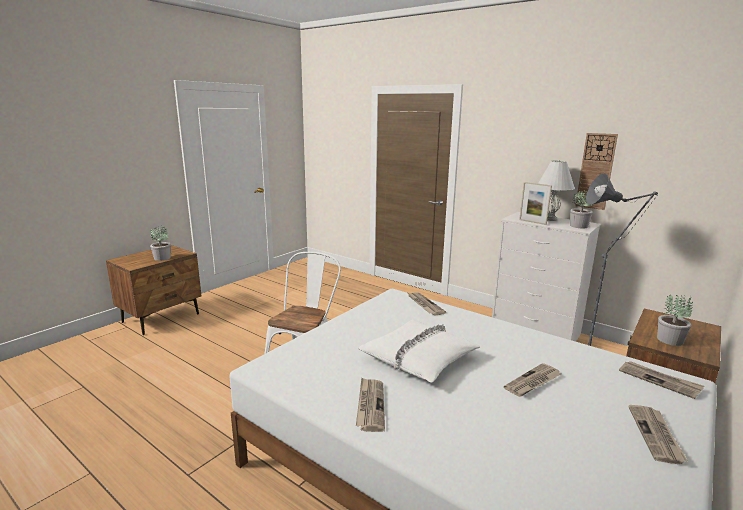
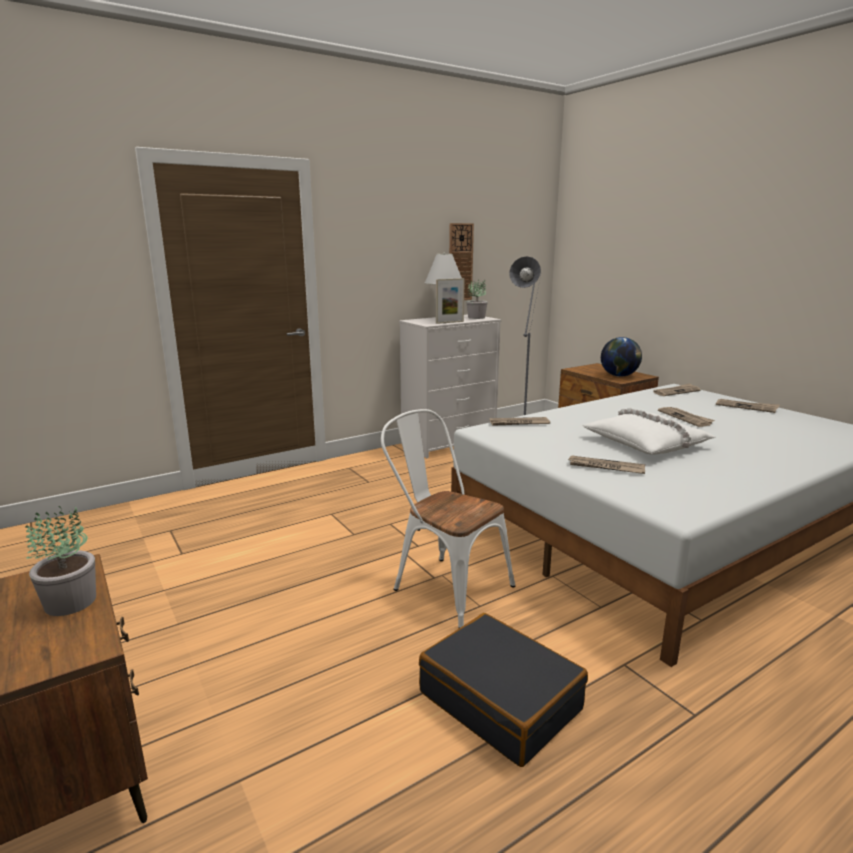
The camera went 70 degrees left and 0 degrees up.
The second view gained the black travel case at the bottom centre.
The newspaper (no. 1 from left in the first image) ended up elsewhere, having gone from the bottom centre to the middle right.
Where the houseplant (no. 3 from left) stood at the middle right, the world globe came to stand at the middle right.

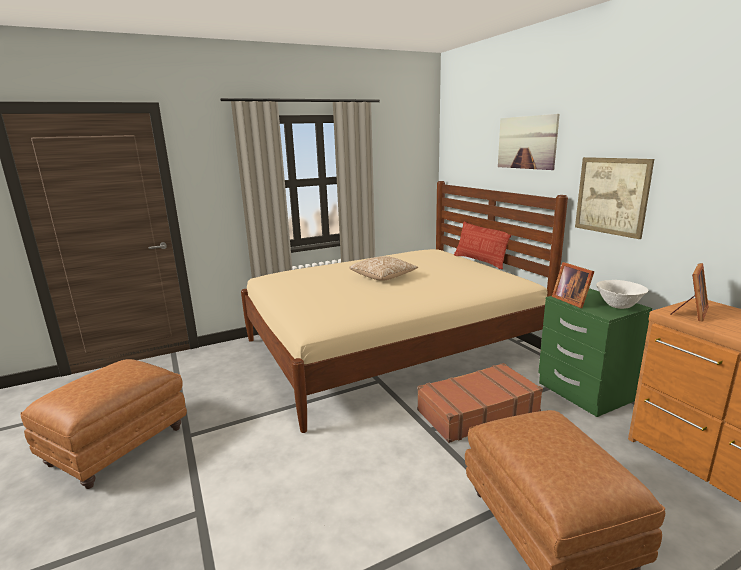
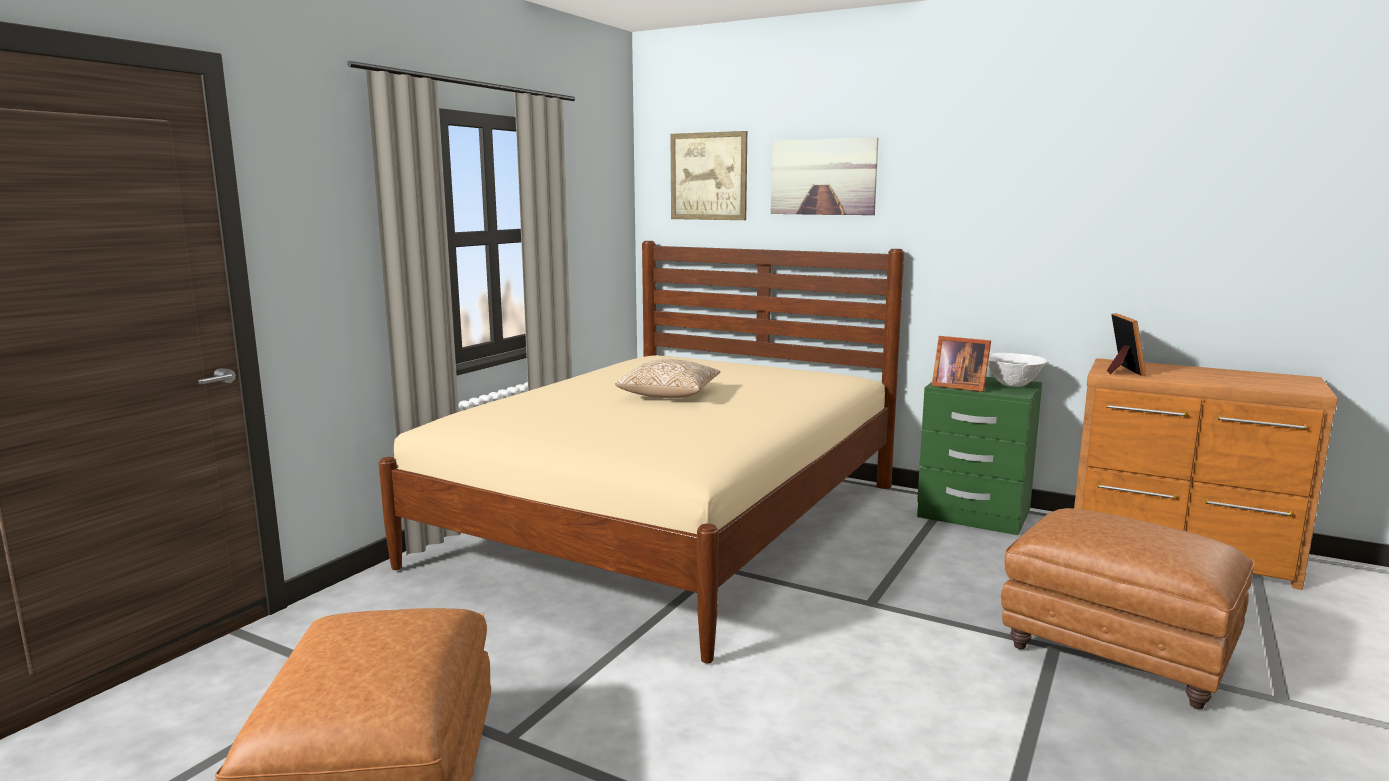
The camera went 35 degrees left and 5 degrees down.
The wall picture (no. 2 from left in the first image) ended up elsewhere, having gone from the middle right to the top centre.
The second view lost the brown travel case at the bottom centre.
The second view lost the pillow (no. 2 from left) at the centre.

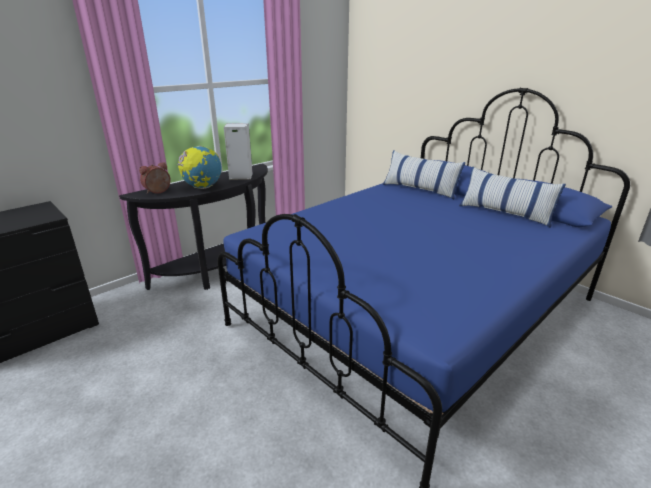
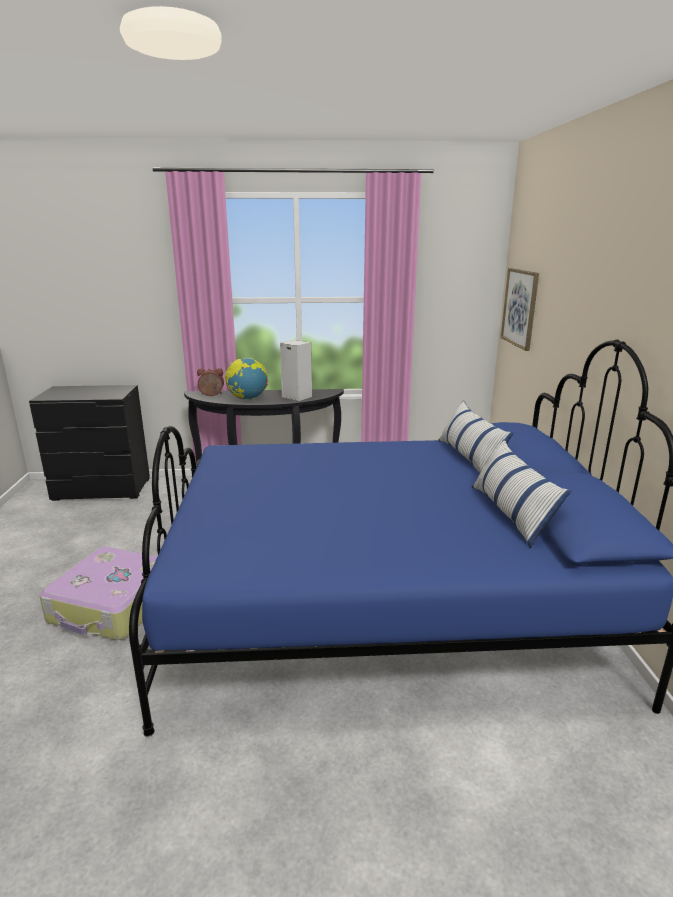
The camera went 40 degrees right and 5 degrees down.
The second view gained the travel case at the middle left.
The second view gained the wall picture at the middle right.

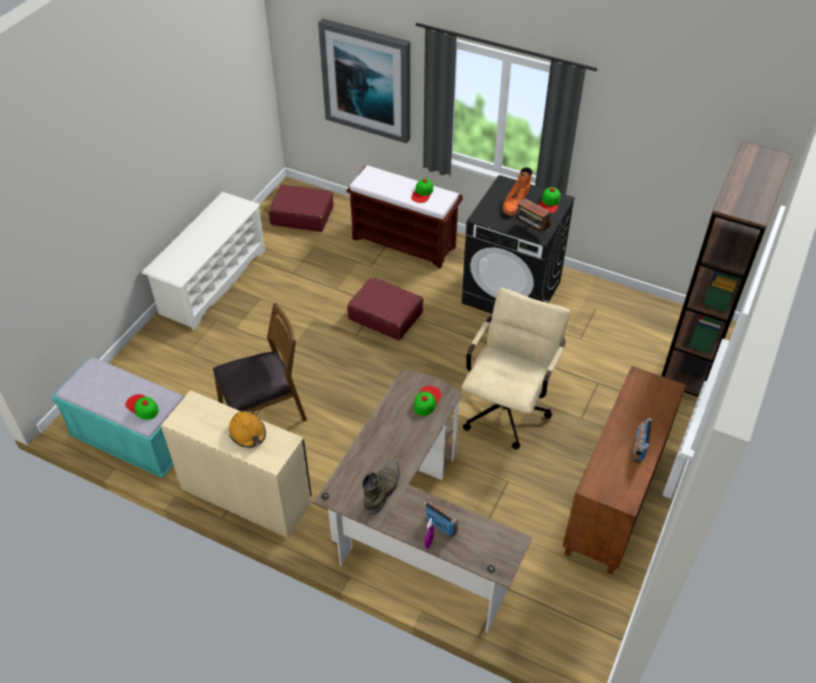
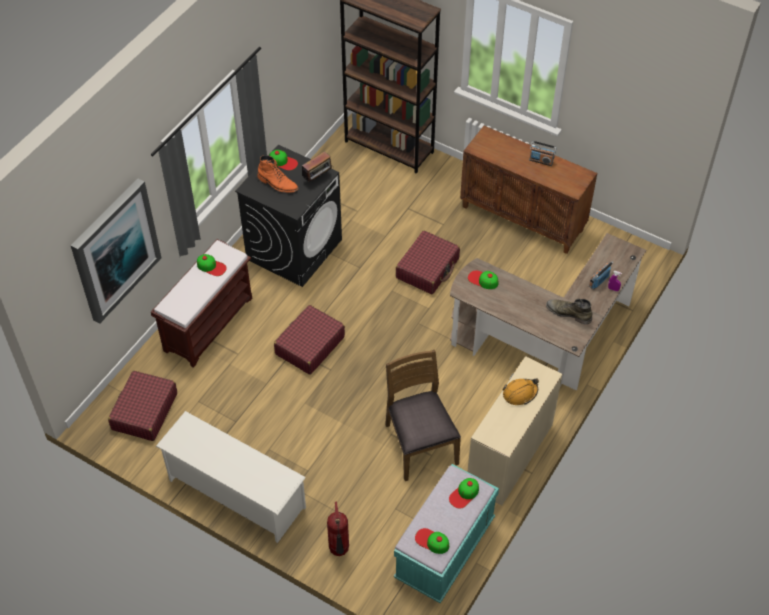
The camera went 85 degrees left and 5 degrees up.
The second view gained the extinguisher at the bottom centre.
Where the sand-coloured desk chair stood at the centre, the red-coloured travel case (no. 3 from left) came to stand at the centre.
The second view gained the baseball cap (no. 3 from left) at the bottom centre.

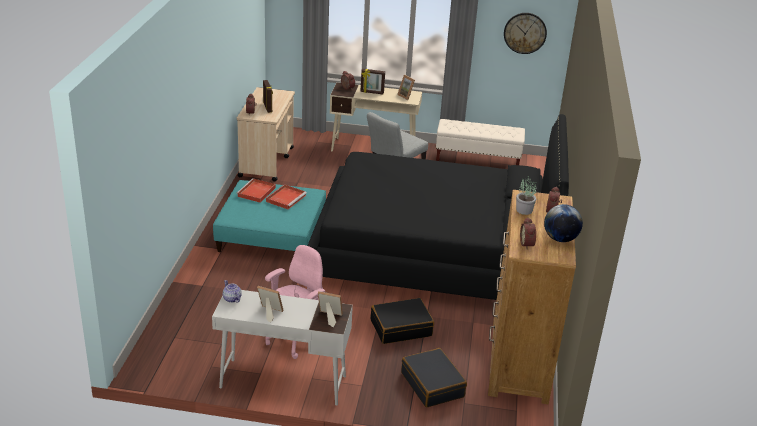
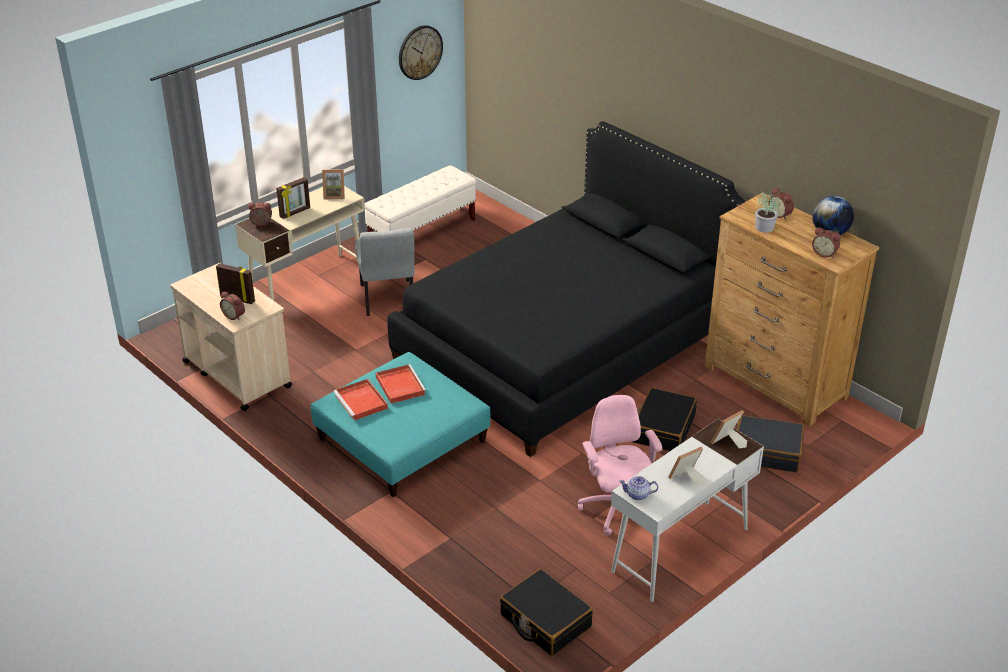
The camera went 50 degrees left and 5 degrees up.
The second view gained the black travel case (no. 1 from left) at the bottom centre.

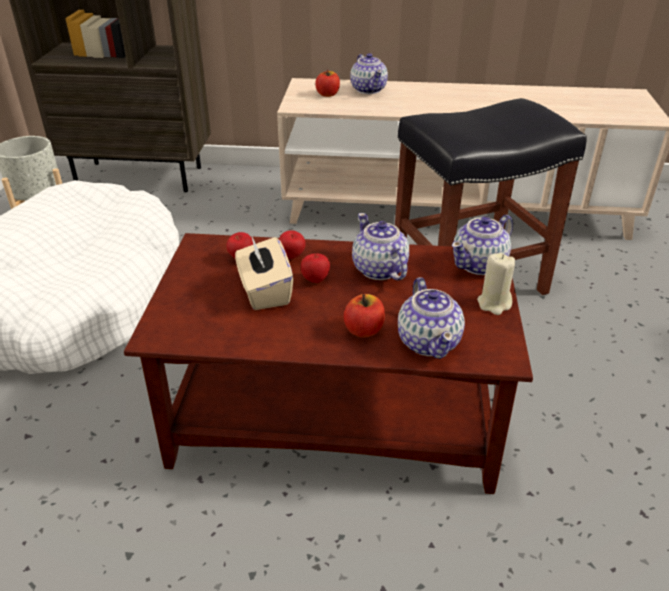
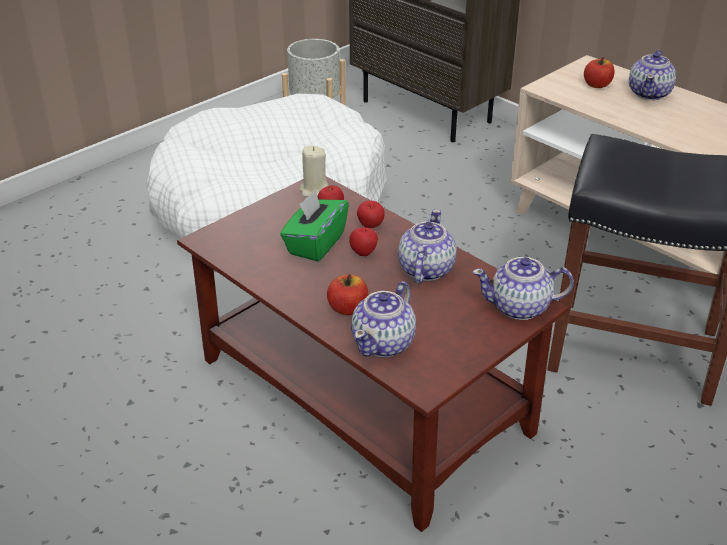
The camera went 40 degrees right and 0 degrees up.
What was the sand-coloured tissue holder at the centre turned into the green-coloured tissue holder at the centre.
The sand-coloured candle ended up elsewhere, having gone from the middle right to the top centre.

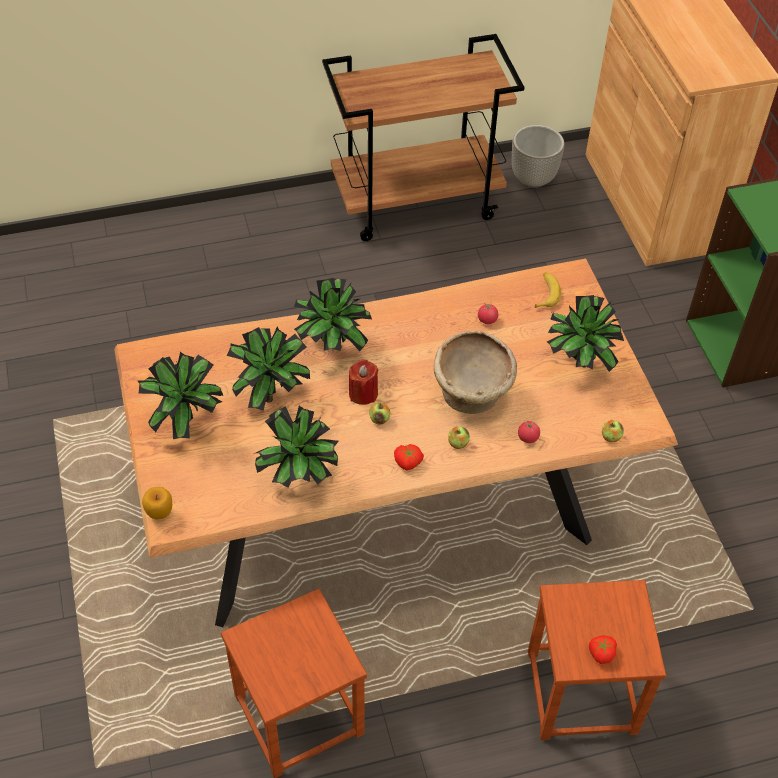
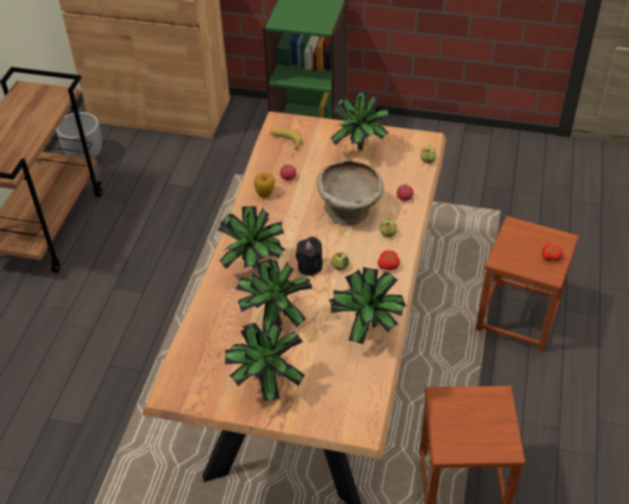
The camera went 60 degrees left and 5 degrees down.
The apple fruit (no. 1 from left) ended up elsewhere, having gone from the middle left to the centre.
What was the red-coloured candle at the centre turned into the black candle at the centre.

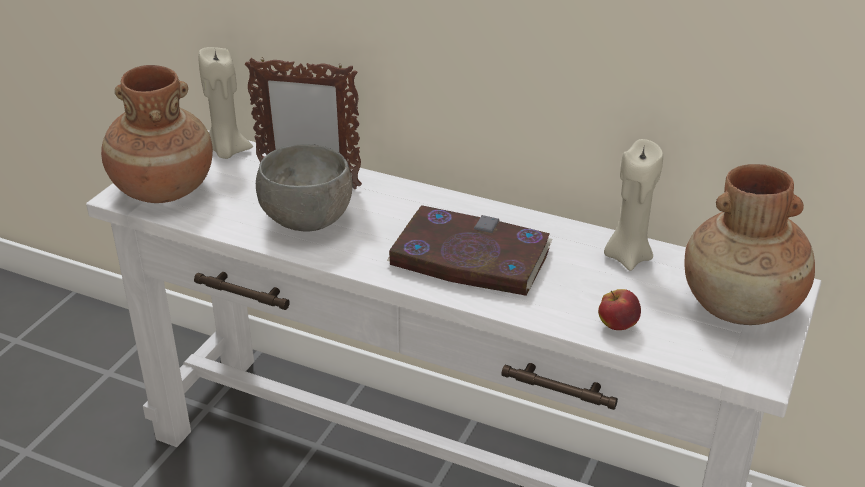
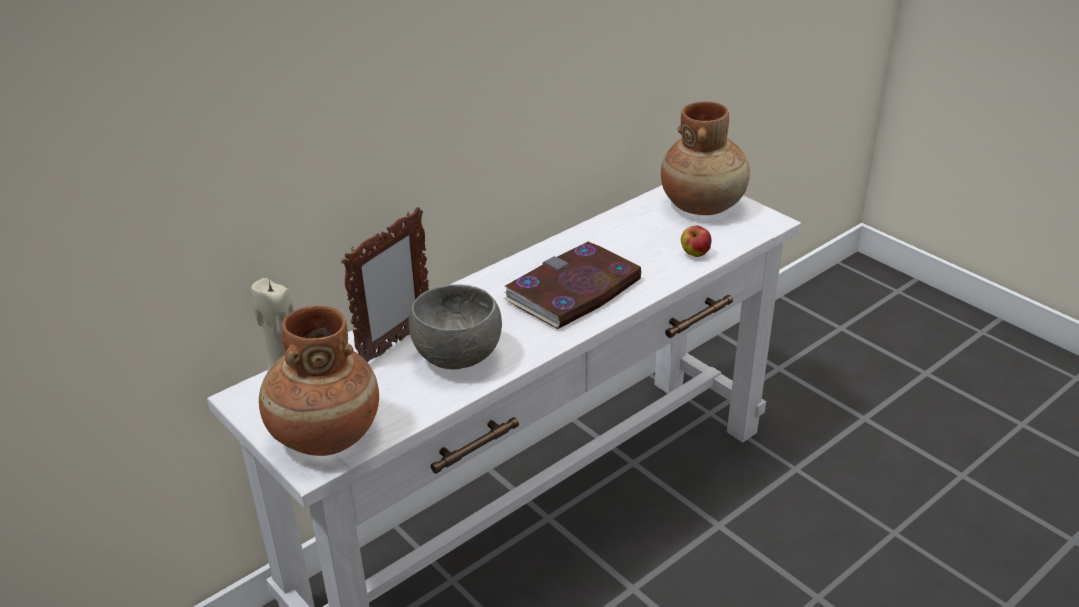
The camera went 65 degrees left and 0 degrees up.
The second view lost the sand-coloured candle (no. 2 from left) at the middle right.

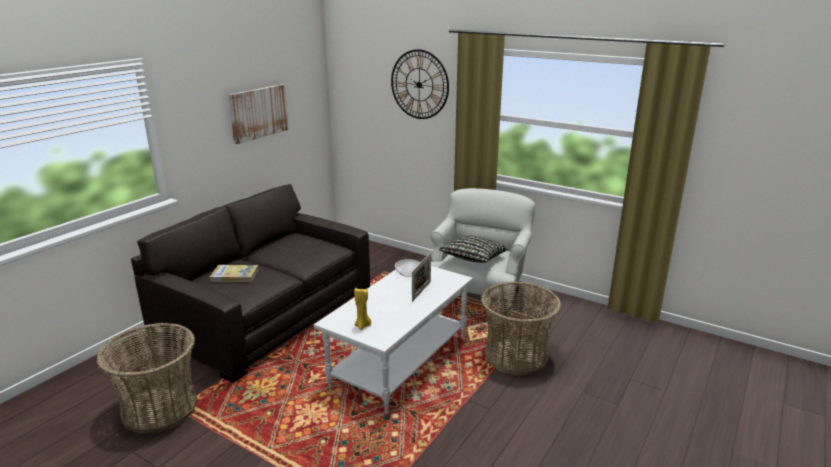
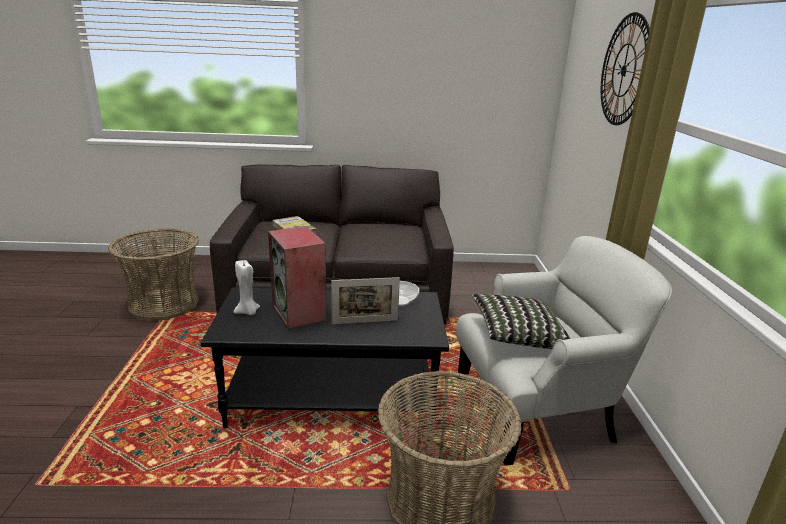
The camera went 55 degrees right and 0 degrees up.
What was the whitish coffee table at the bottom centre turned into the black coffee table at the bottom centre.
What was the yellow-coloured candle at the centre turned into the whitish candle at the middle left.
The second view gained the audio speaker at the centre.
The second view lost the wall picture at the top left.

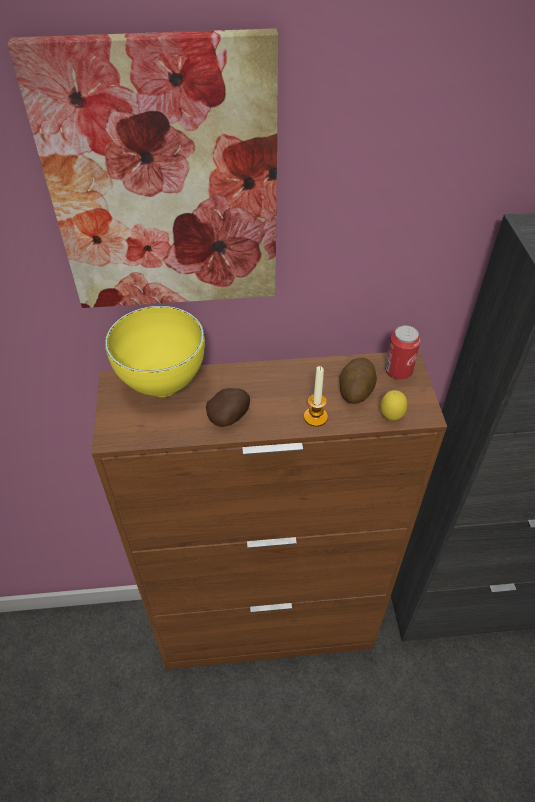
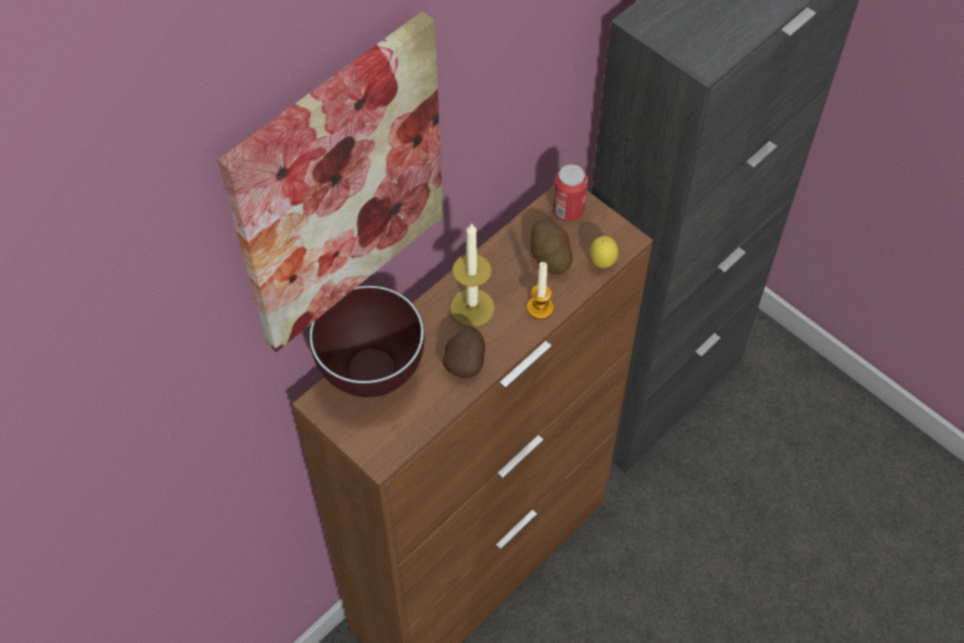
The camera went 40 degrees left and 10 degrees up.
What was the yellow-coloured serving bowl at the middle left turned into the brown serving bowl at the centre.
The second view gained the candle (no. 1 from left) at the centre.

